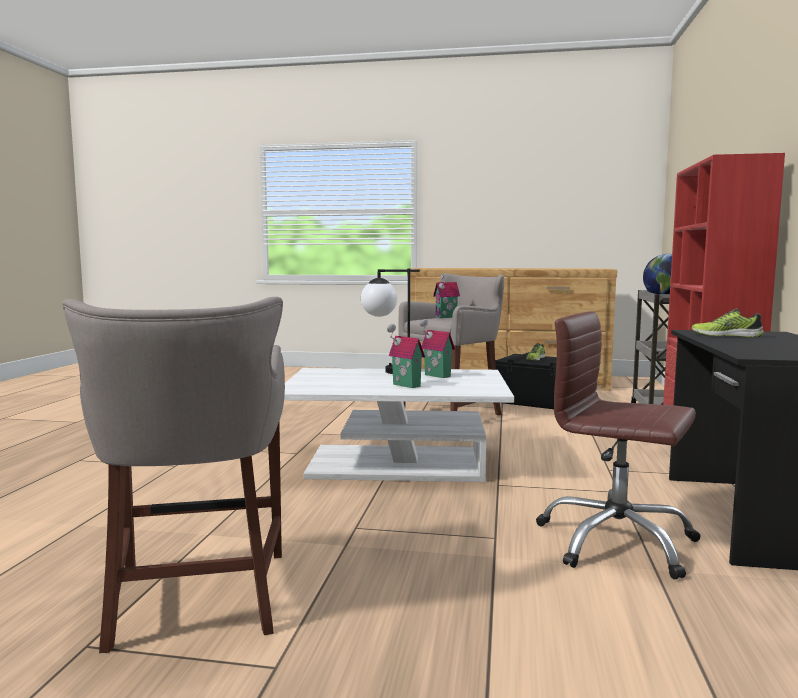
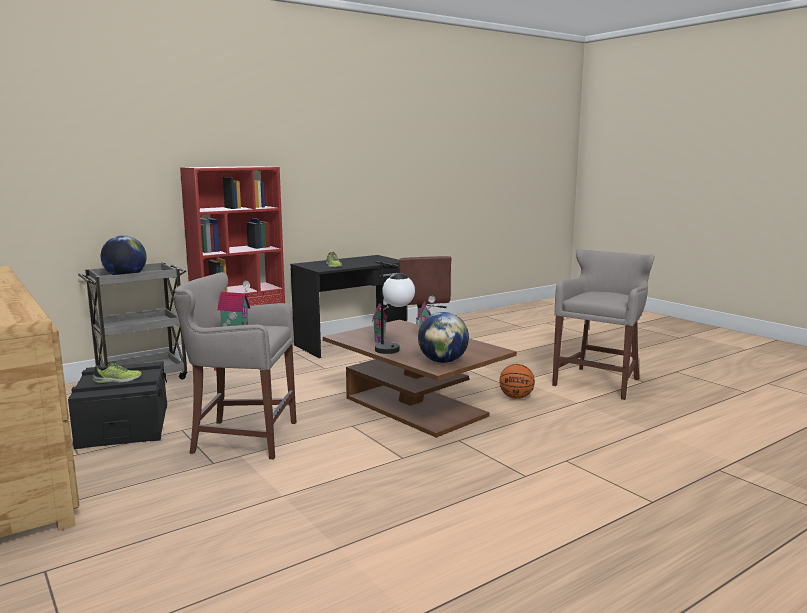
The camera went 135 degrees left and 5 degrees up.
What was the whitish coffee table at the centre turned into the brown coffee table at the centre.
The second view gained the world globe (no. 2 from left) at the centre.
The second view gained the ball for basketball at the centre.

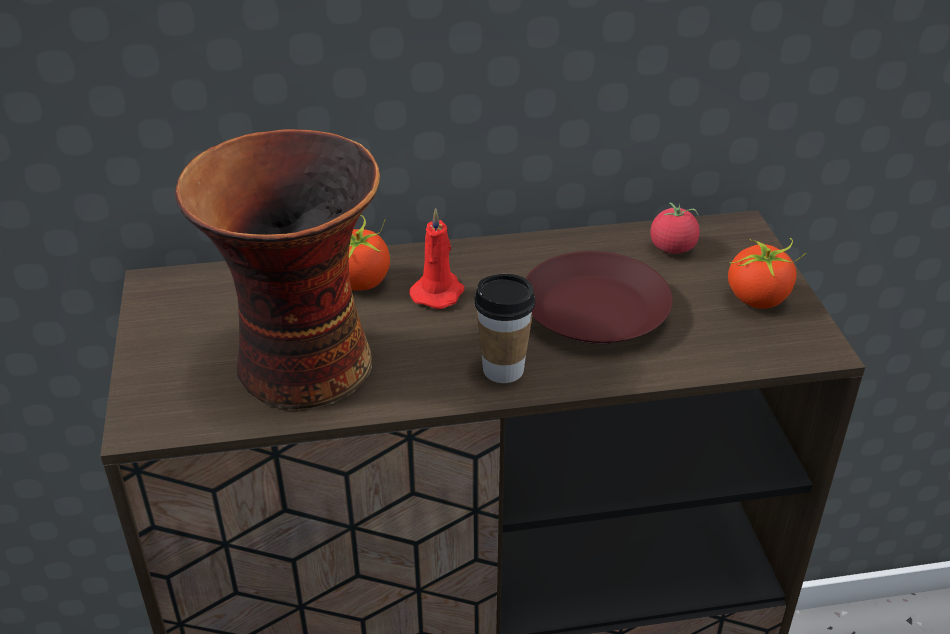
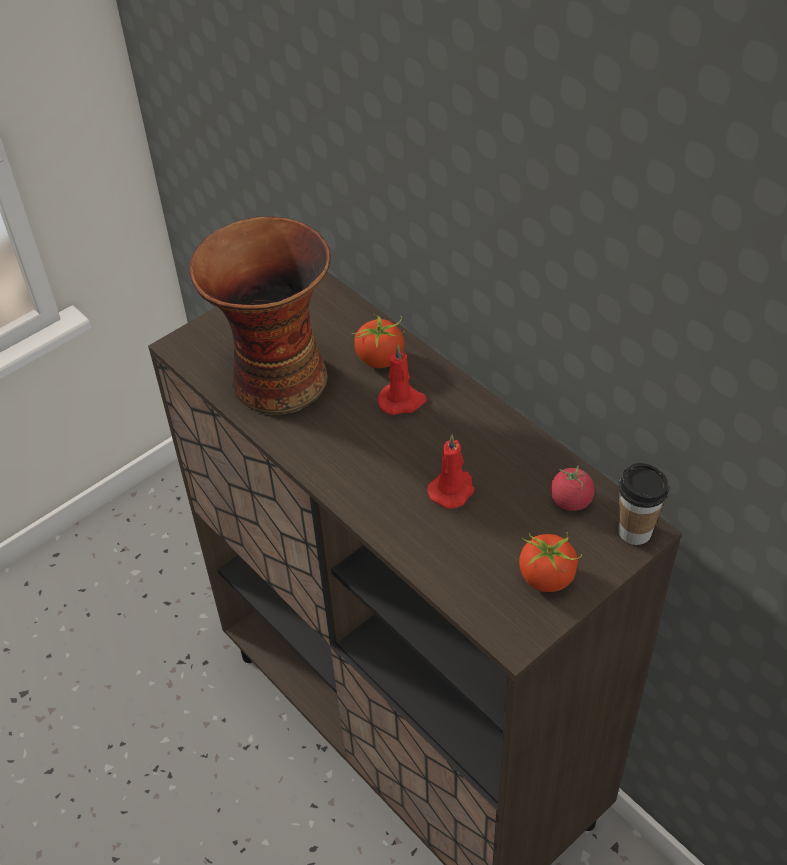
The camera went 60 degrees right and 10 degrees up.
Where the brown flat dish stood at the centre, the red-coloured candle (no. 2 from left) came to stand at the centre.
The small cup ended up elsewhere, having gone from the centre to the middle right.

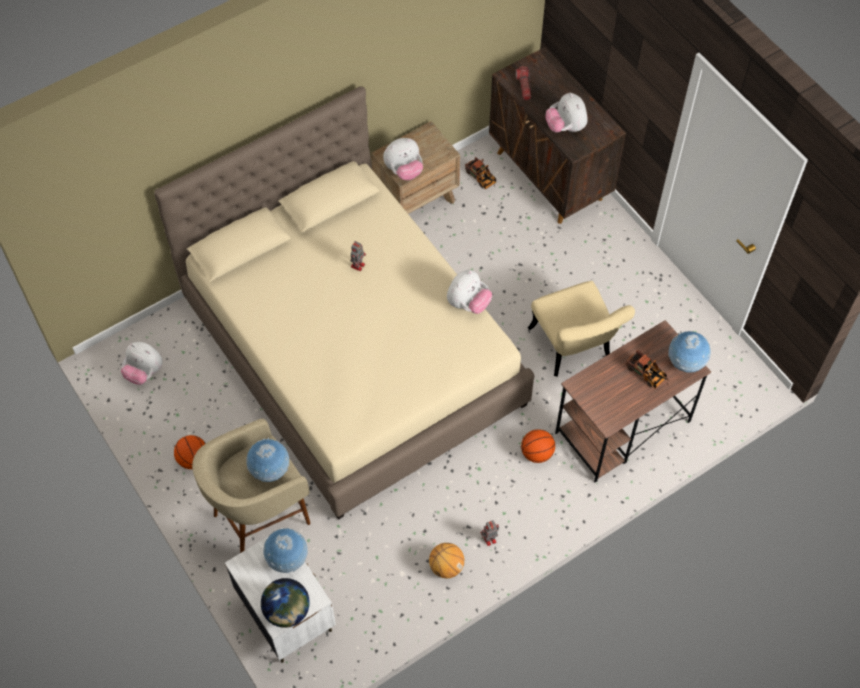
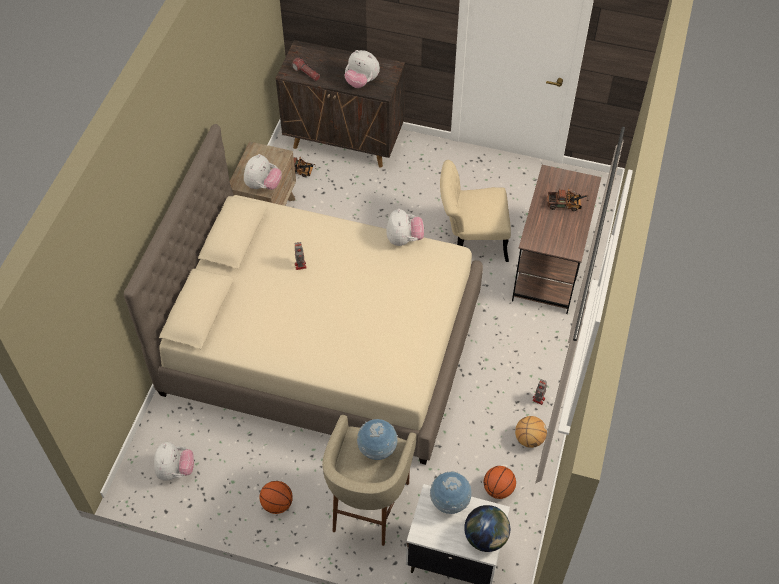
The camera went 40 degrees left and 5 degrees down.
The plush toy (no. 1 from left) at the middle left ended up facing another way, 75 degrees counterclockwise from before.
The sand-coloured upright chair at the middle right ended up facing another way, 150 degrees clockwise from before.
The ball for basketball (no. 3 from left in the first image) ended up elsewhere, having gone from the centre to the bottom centre.
The second view lost the world globe (no. 4 from left) at the middle right.

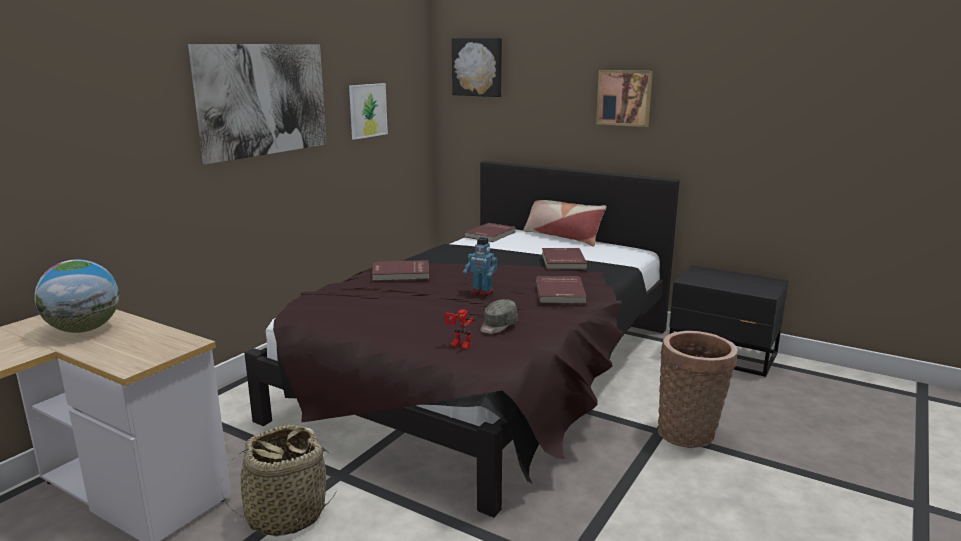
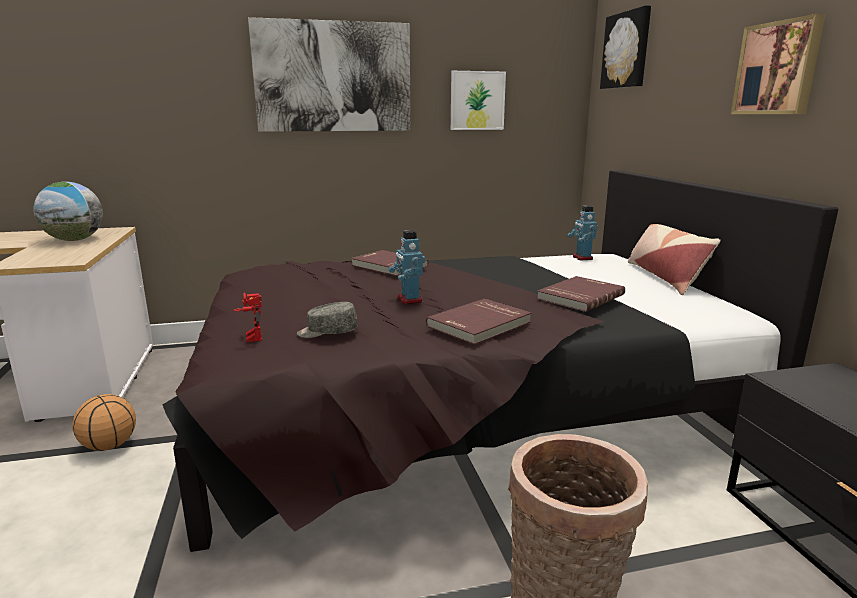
The camera went 45 degrees right and 0 degrees up.
Where the storage basket (no. 1 from left) stood at the bottom left, the ball for basketball came to stand at the bottom left.
Where the red-coloured bound book (no. 2 from left) stood at the centre, the model robot (no. 3 from left) came to stand at the middle right.

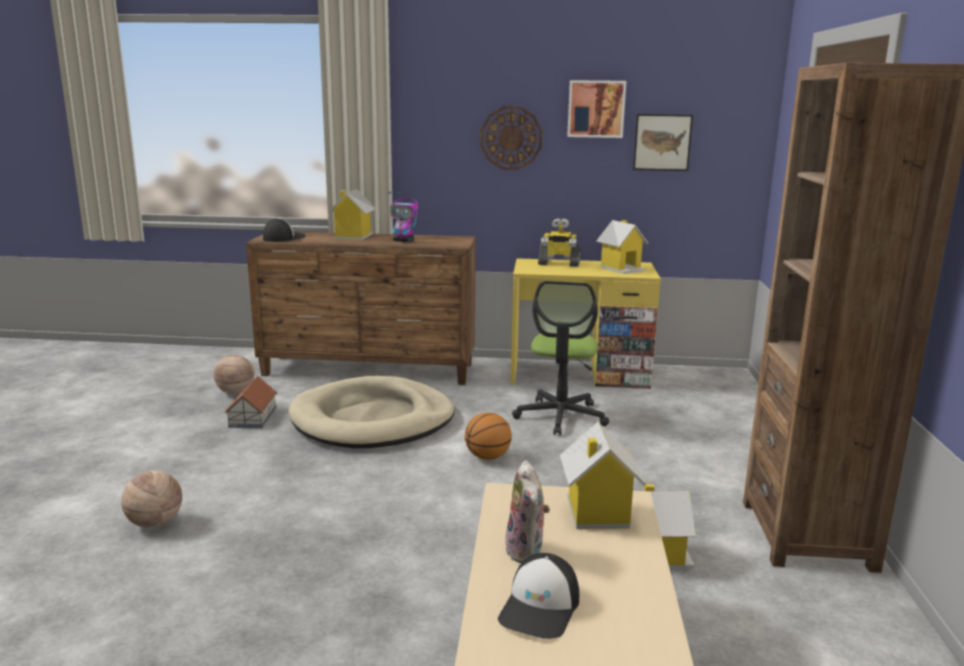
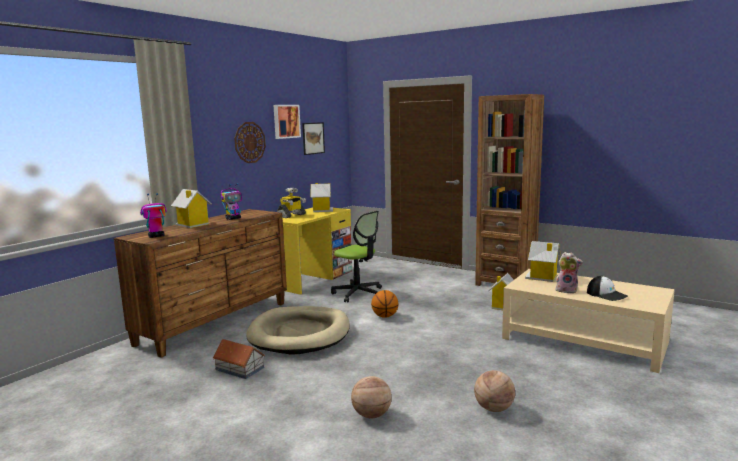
The camera went 60 degrees left and 5 degrees down.
Where the baseball cap (no. 1 from left) stood at the middle left, the model robot (no. 1 from left) came to stand at the middle left.
The ball for basketball (no. 2 from left in the first image) ended up elsewhere, having gone from the middle left to the bottom right.

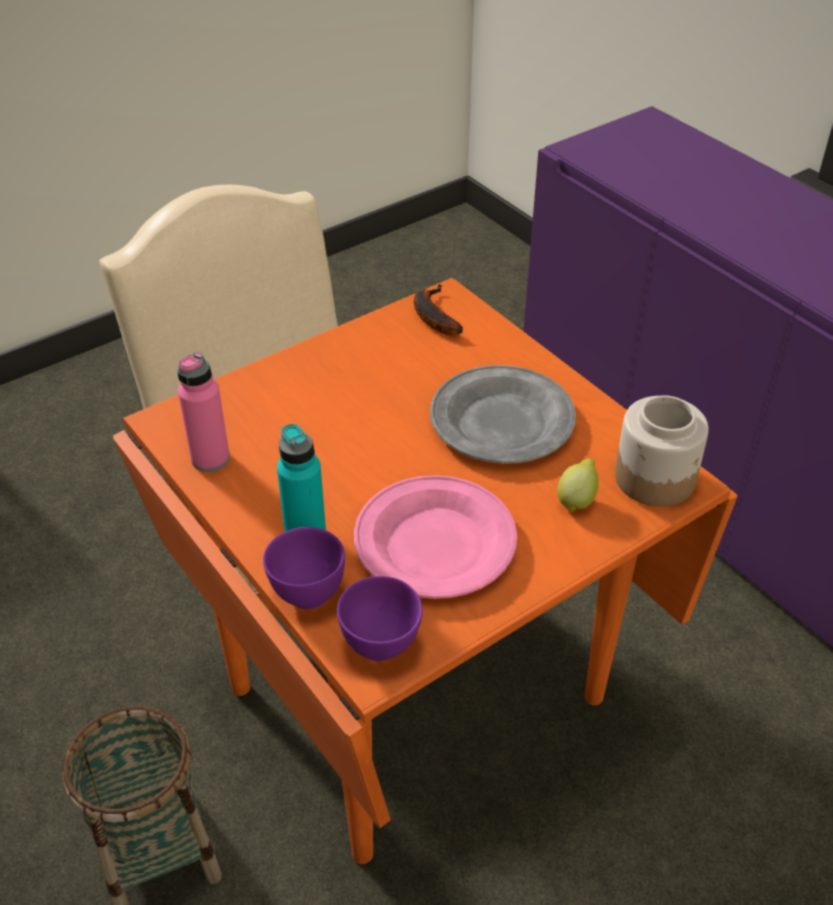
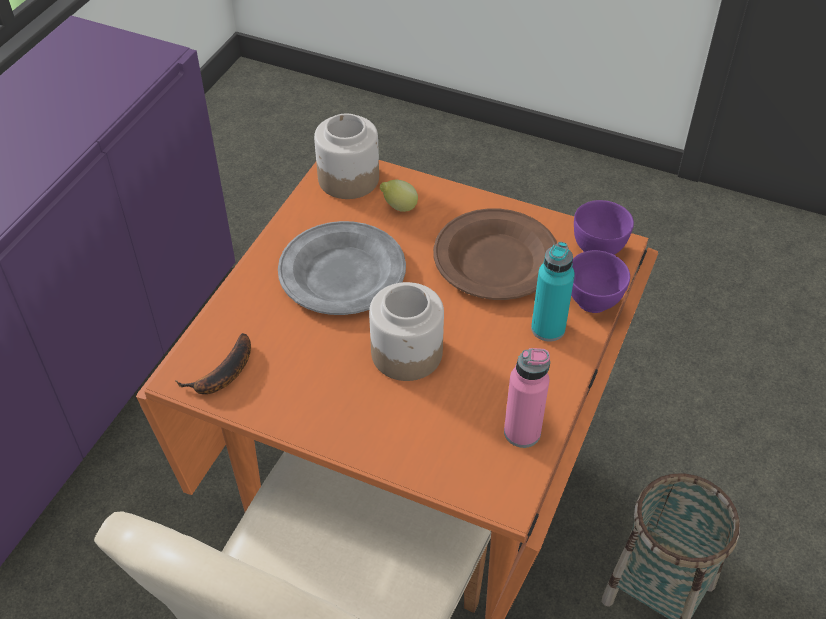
The camera went 120 degrees left and 5 degrees up.
The second view gained the preserve jar (no. 2 from left) at the centre.
What was the pinkish flat dish at the centre turned into the brown flat dish at the centre.

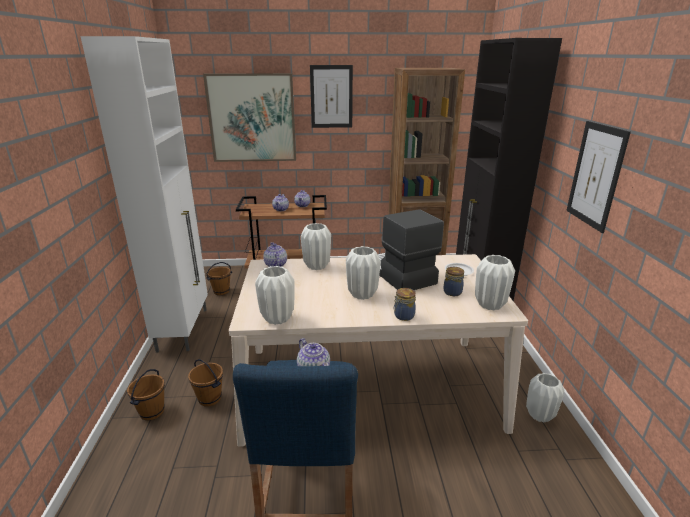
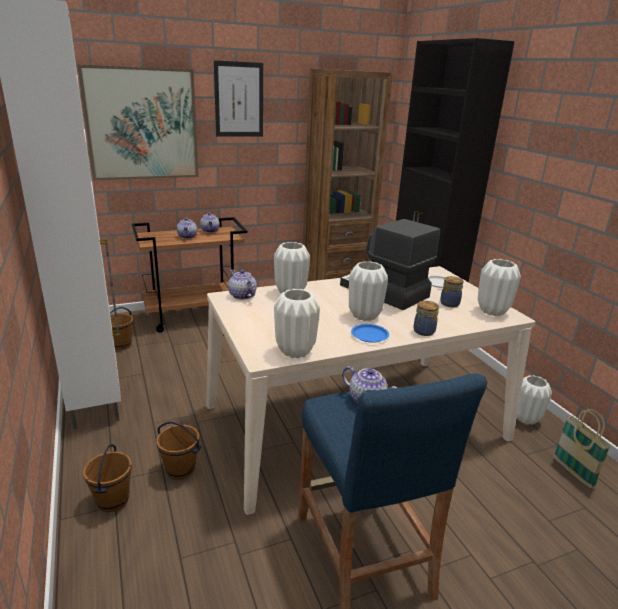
The camera went 20 degrees left and 0 degrees up.
The second view gained the blue flat dish at the centre.
The second view gained the storage basket at the bottom right.
The second view lost the wall picture (no. 3 from left) at the middle right.

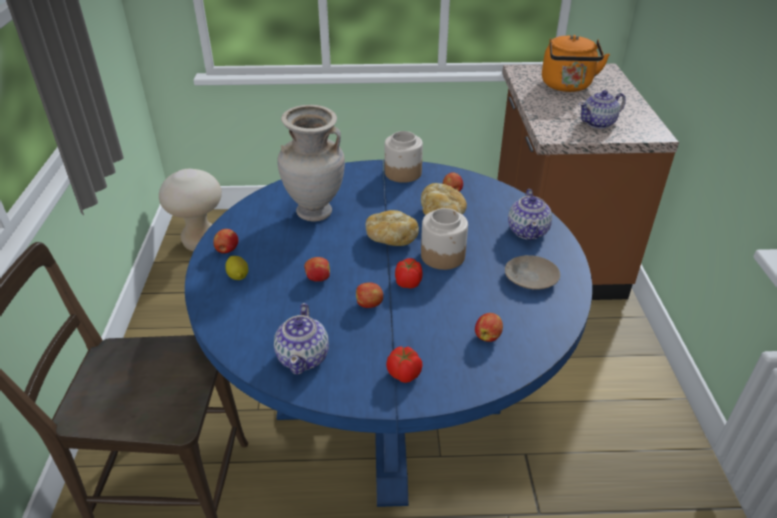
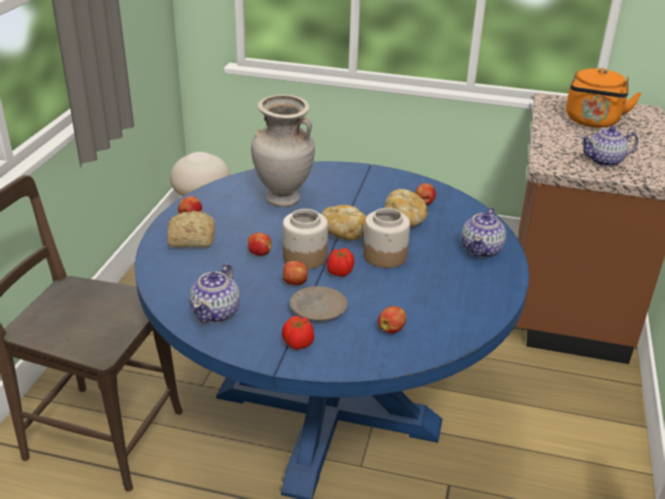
The camera went 15 degrees right and 5 degrees down.
Where the whole lemon stood at the middle left, the baked bread (no. 1 from left) came to stand at the middle left.
The preserve jar (no. 1 from left) ended up elsewhere, having gone from the top centre to the centre.
The sand-coloured flat dish ended up elsewhere, having gone from the middle right to the centre.

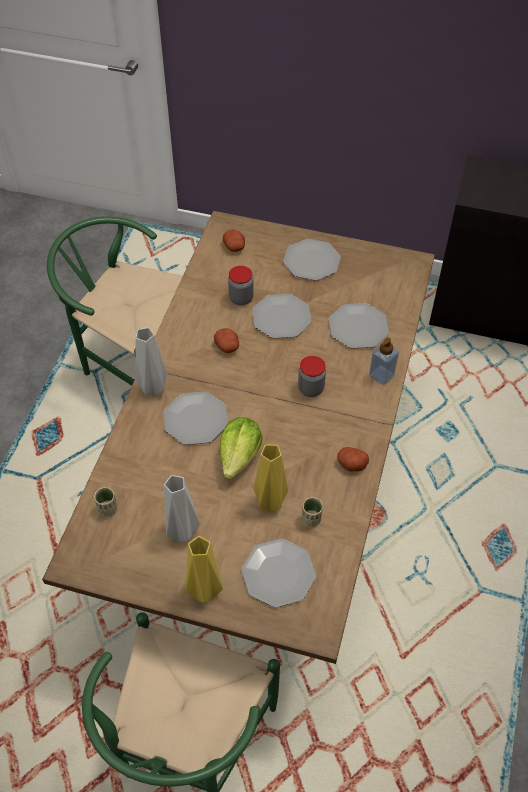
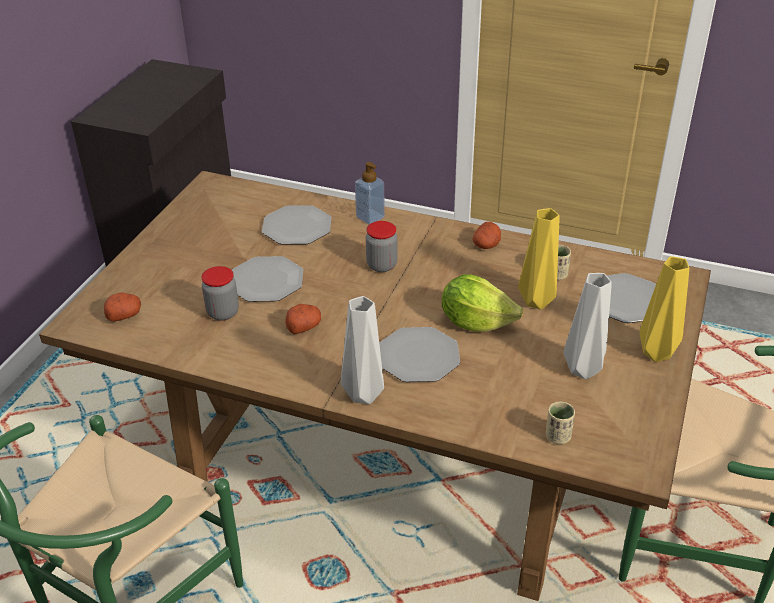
The camera went 85 degrees left and 15 degrees down.
The second view lost the flat dish (no. 4 from left) at the top centre.

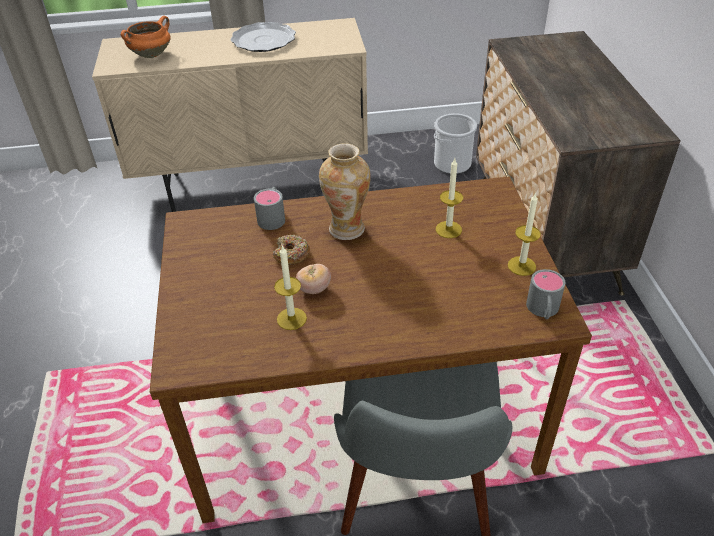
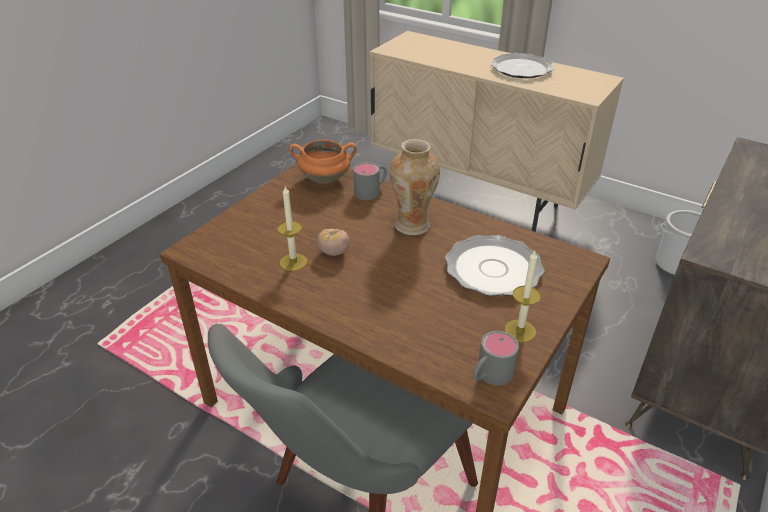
The camera went 40 degrees right and 5 degrees down.
The orange-coloured stockpot ended up elsewhere, having gone from the top left to the top centre.
Where the candle (no. 2 from left) stood at the centre, the flat dish (no. 1 from left) came to stand at the centre.
The second view lost the doughnut at the centre.

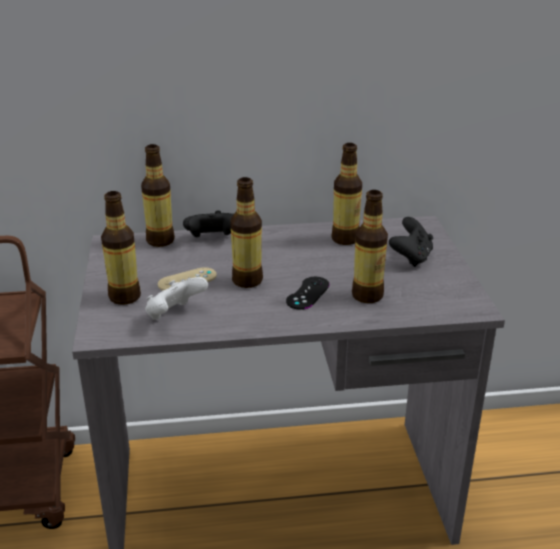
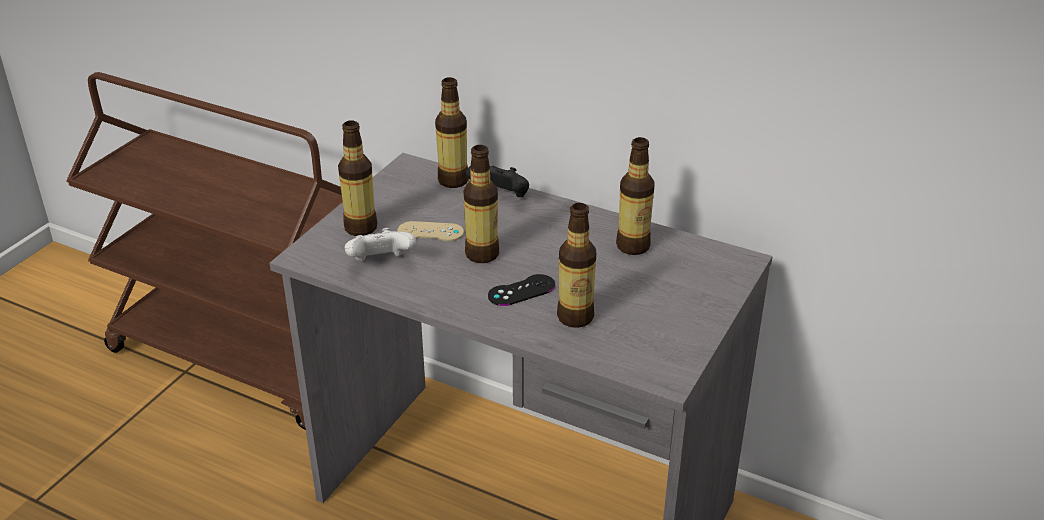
The camera went 35 degrees right and 5 degrees up.
The second view lost the black gamepad (no. 3 from left) at the middle right.

